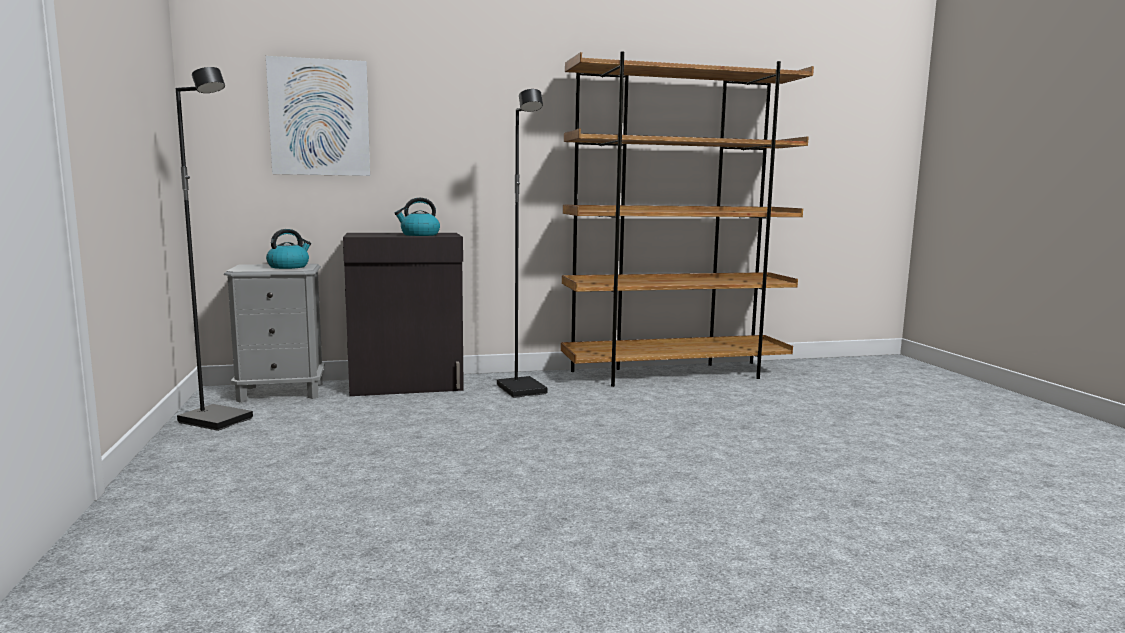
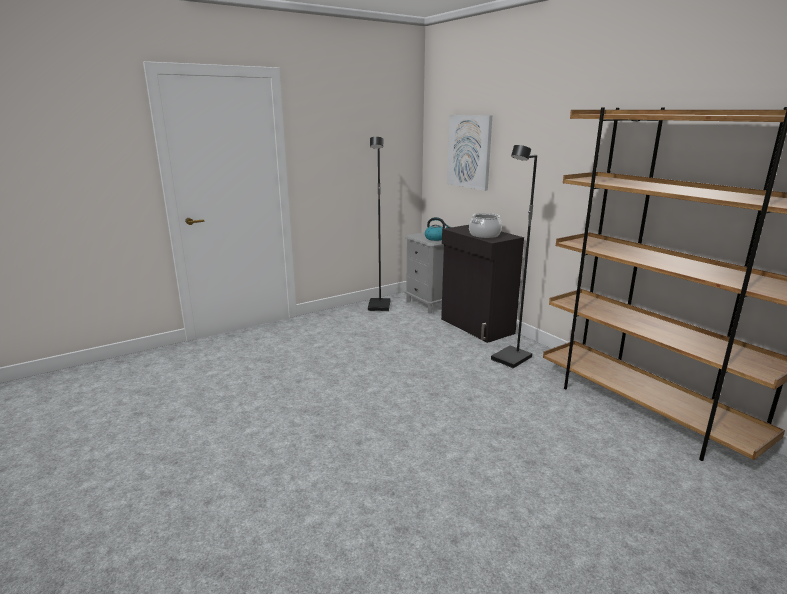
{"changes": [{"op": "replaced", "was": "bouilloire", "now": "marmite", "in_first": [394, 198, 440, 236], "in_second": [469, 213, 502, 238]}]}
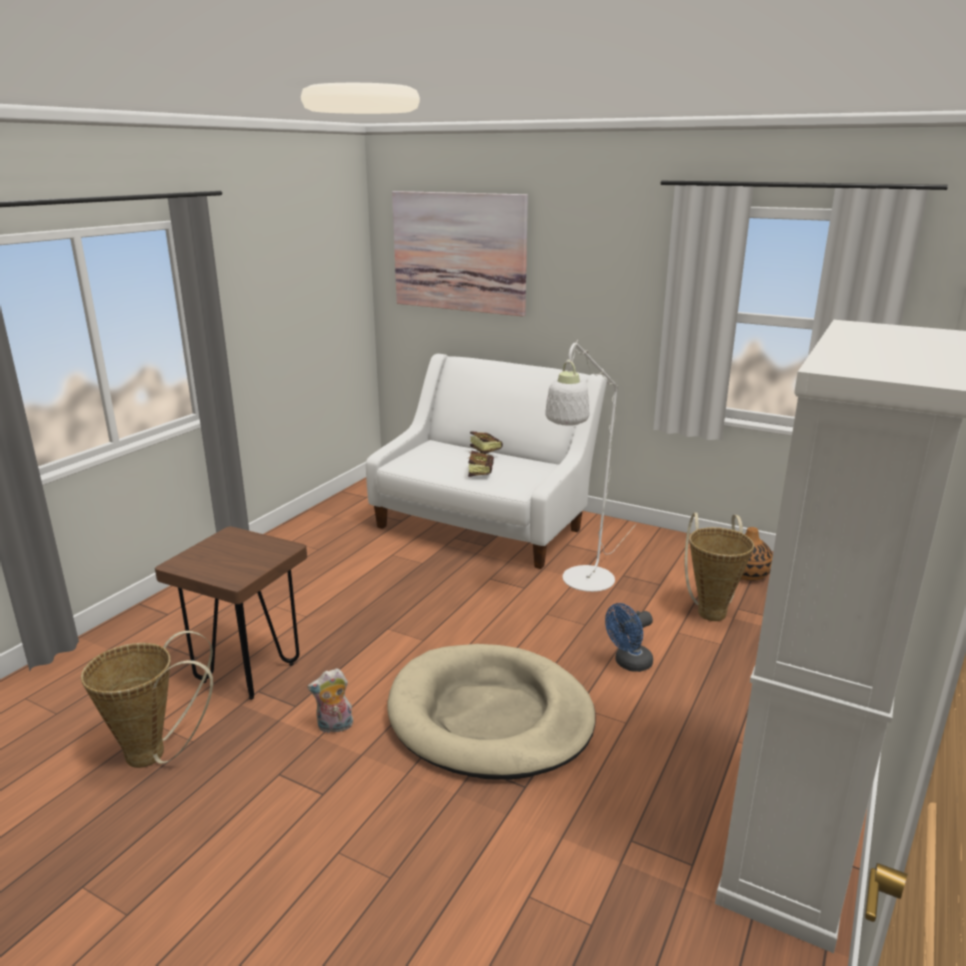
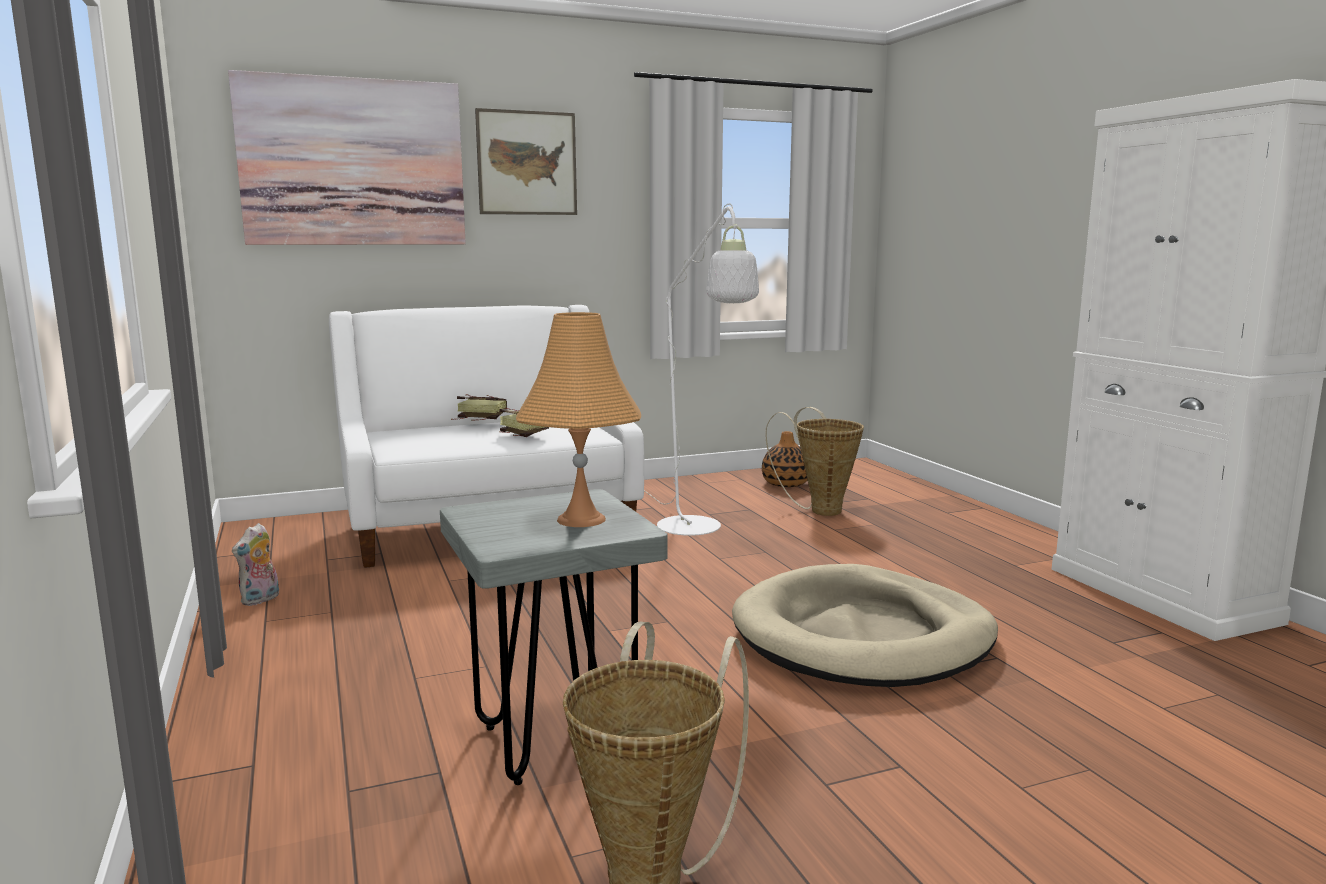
{"changes": [{"op": "recoloured", "was": "tabouret [marron]", "now": "tabouret [gris]", "in_first": [155, 526, 307, 700], "in_second": [440, 489, 668, 785]}, {"op": "removed", "was": "ventilateur [bleu]", "in_first": [605, 603, 653, 672]}, {"op": "moved", "was": "peluche", "in_first": [307, 668, 353, 733], "in_second": [232, 523, 279, 606]}, {"op": "added", "now": "tableau", "in_second": [475, 108, 577, 215]}, {"op": "added", "now": "lampe de table [orange]", "in_second": [516, 312, 641, 527]}]}
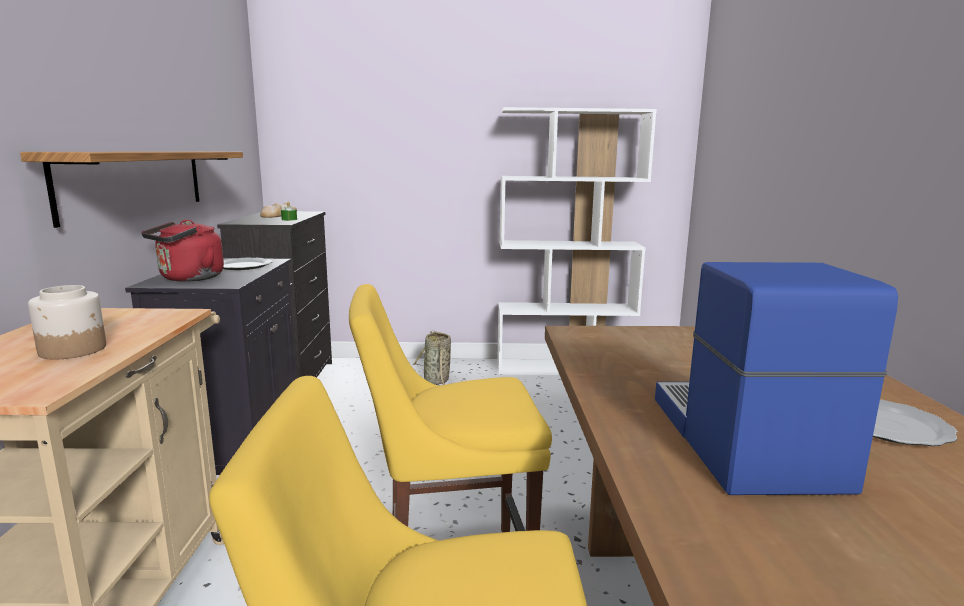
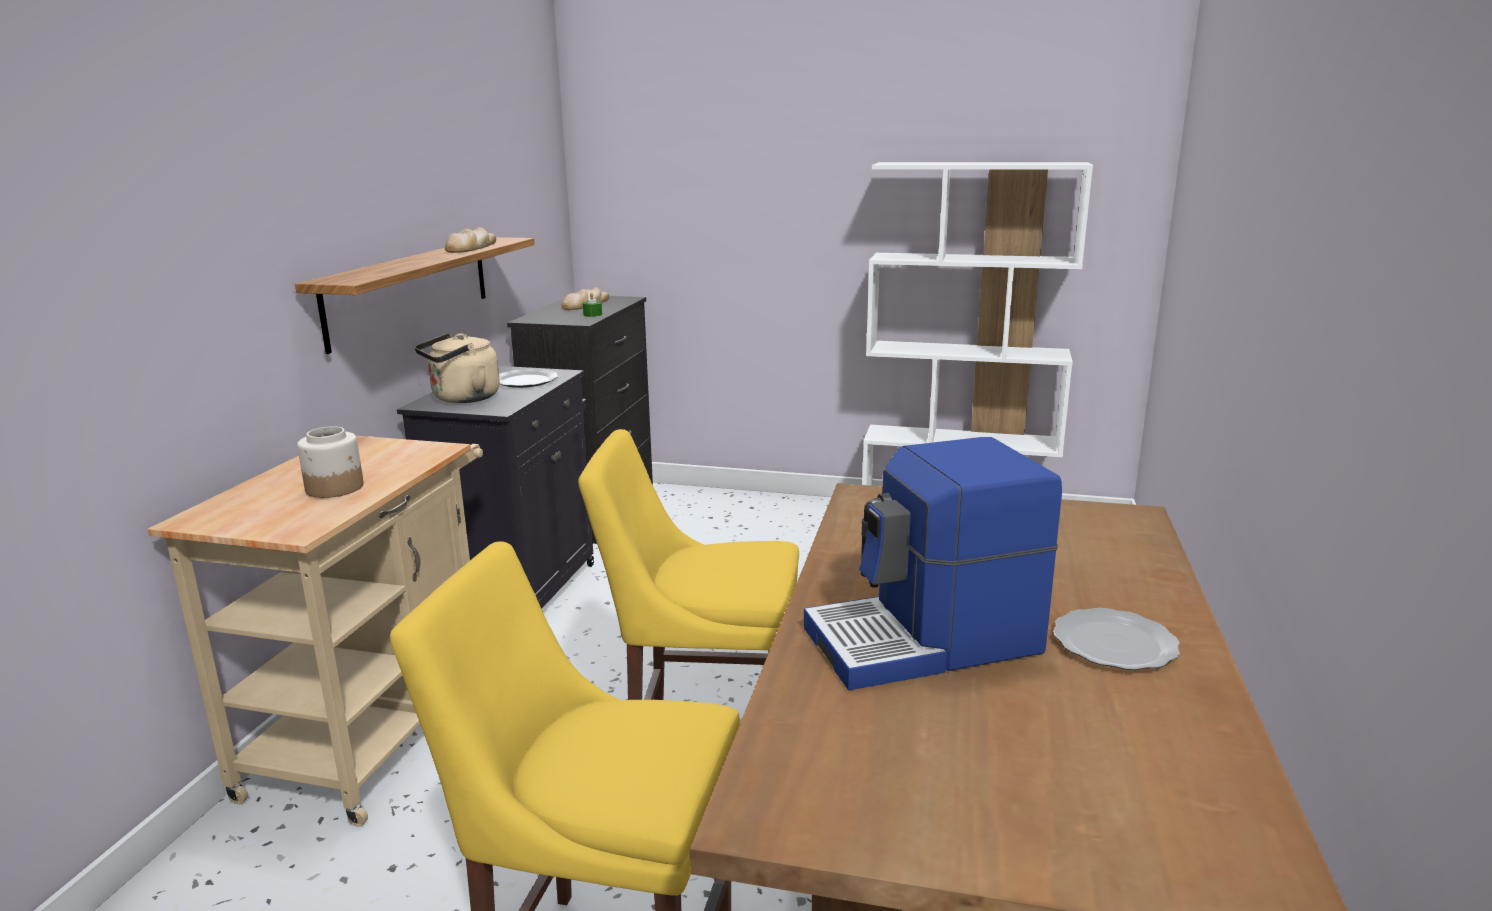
{"changes": [{"op": "recoloured", "was": "bouilloire [rouge]", "now": "bouilloire [beige]", "in_first": [141, 220, 224, 282], "in_second": [415, 333, 500, 403]}, {"op": "turned", "was": "machine à café", "in_first": [655, 262, 898, 495], "in_second": [804, 437, 1062, 690], "clockwise": -120}, {"op": "removed", "was": "panier", "in_first": [413, 331, 451, 386]}, {"op": "added", "now": "pain", "in_second": [445, 227, 496, 253]}]}
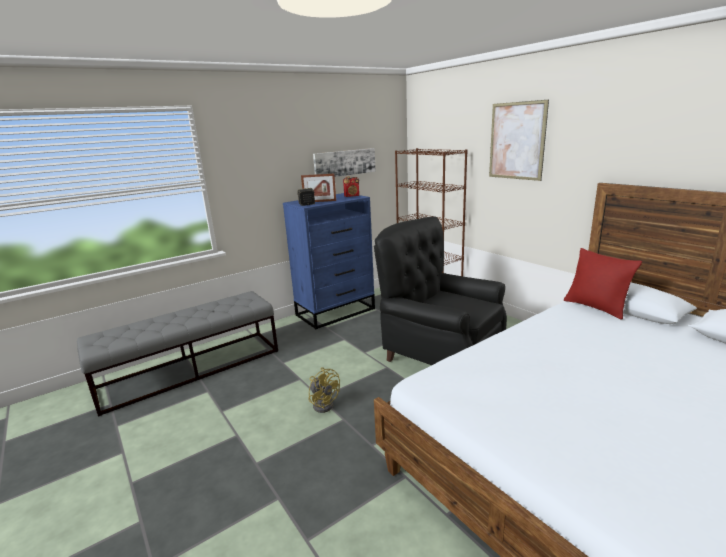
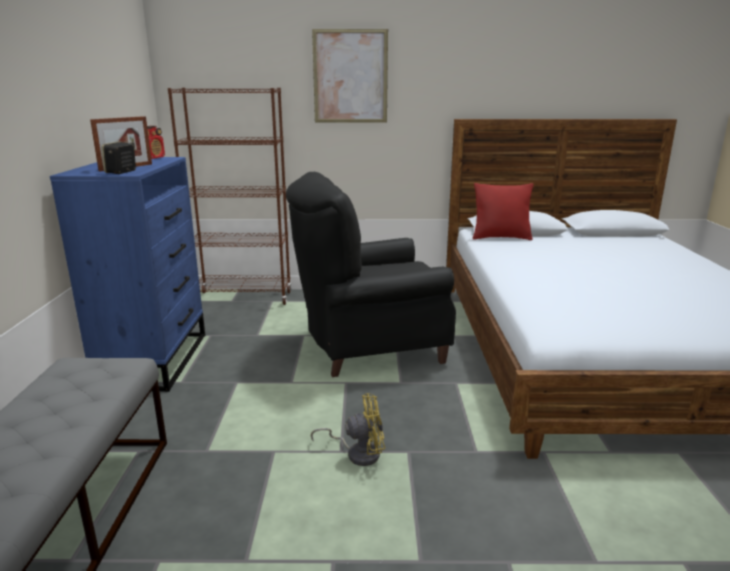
{"changes": [{"op": "removed", "was": "tableau", "in_first": [313, 148, 376, 177]}]}
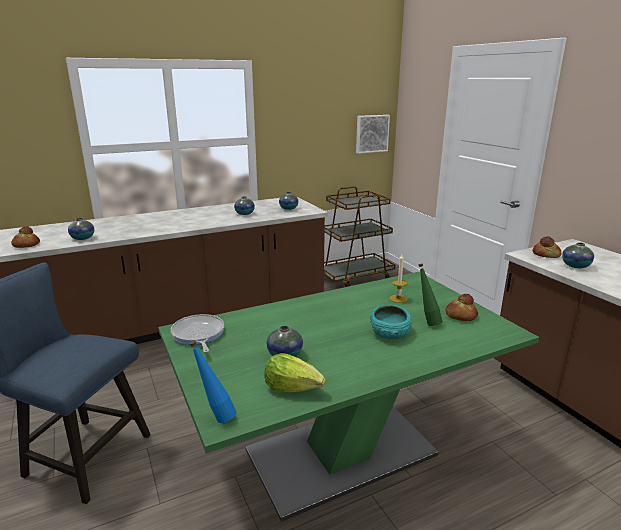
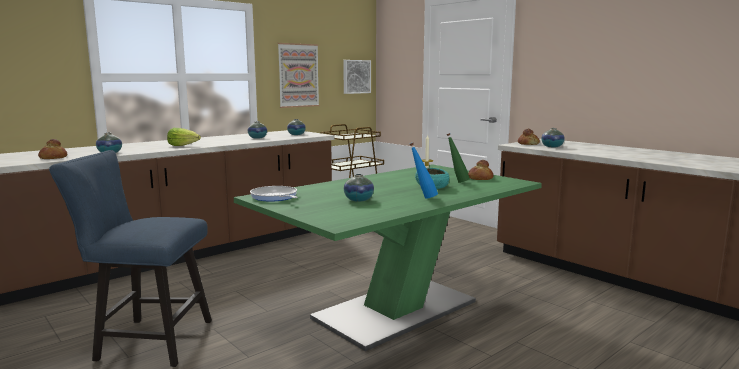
{"changes": [{"op": "moved", "was": "bouteille [bleu]", "in_first": [190, 341, 237, 423], "in_second": [410, 143, 438, 199]}, {"op": "moved", "was": "laitue", "in_first": [264, 353, 326, 392], "in_second": [167, 128, 201, 146]}, {"op": "added", "now": "tableau", "in_second": [278, 43, 319, 108]}]}
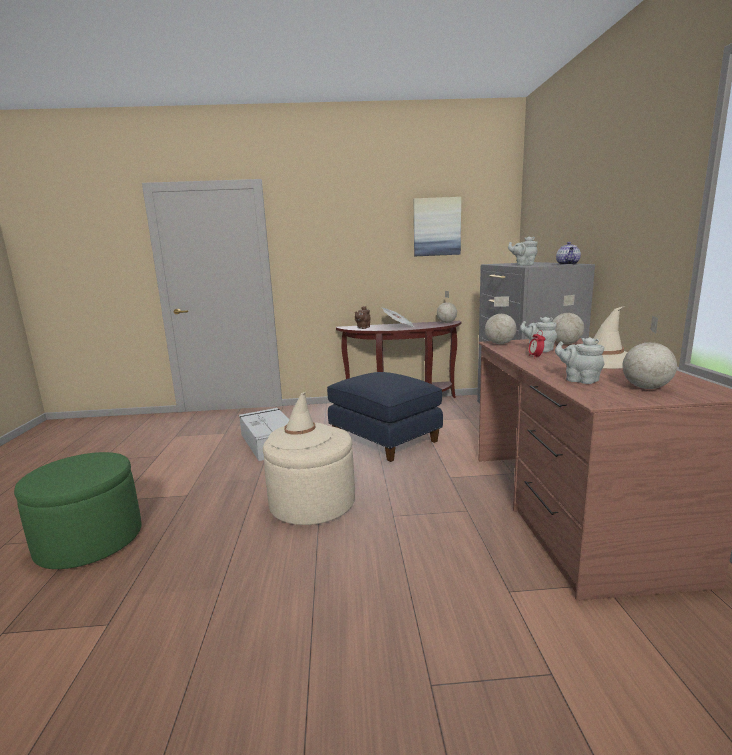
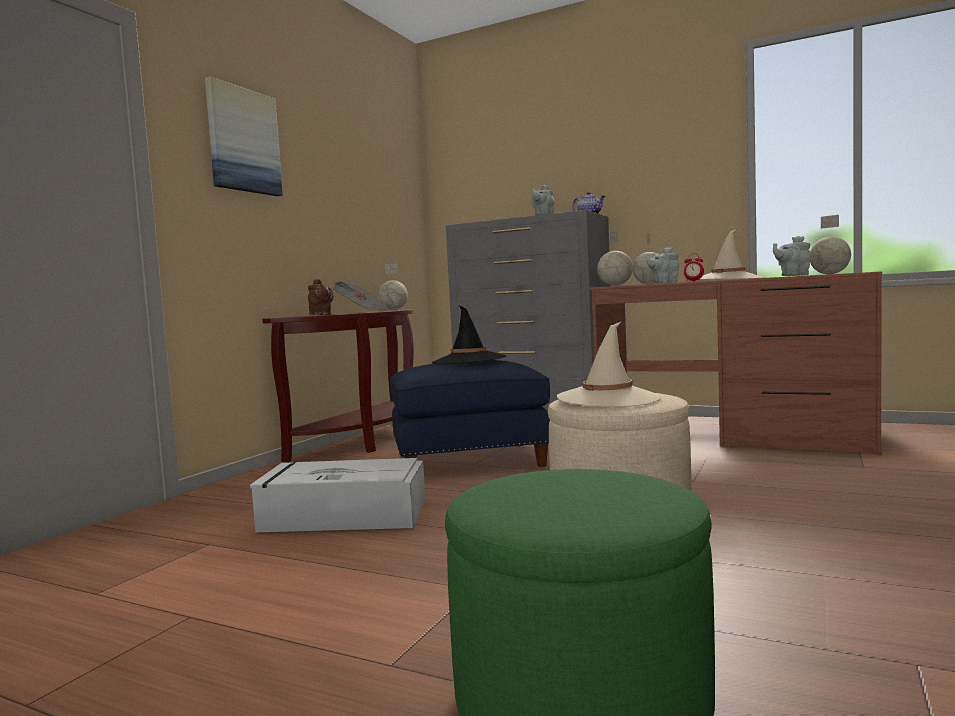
{"changes": [{"op": "moved", "was": "tableau", "in_first": [414, 197, 461, 256], "in_second": [205, 77, 283, 196]}, {"op": "added", "now": "chapeau [noir]", "in_second": [432, 305, 506, 364]}]}
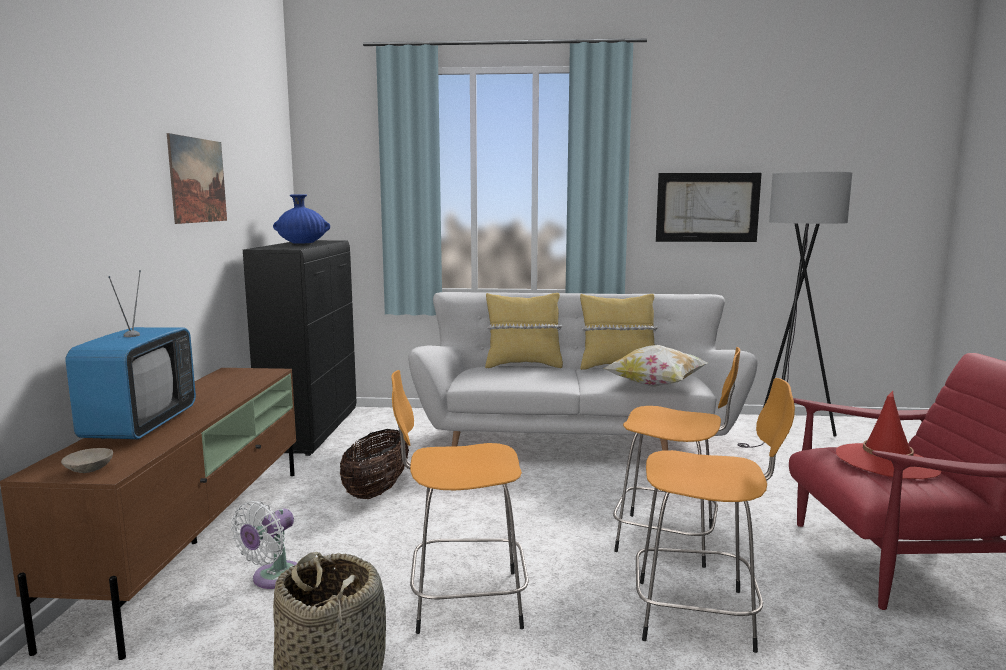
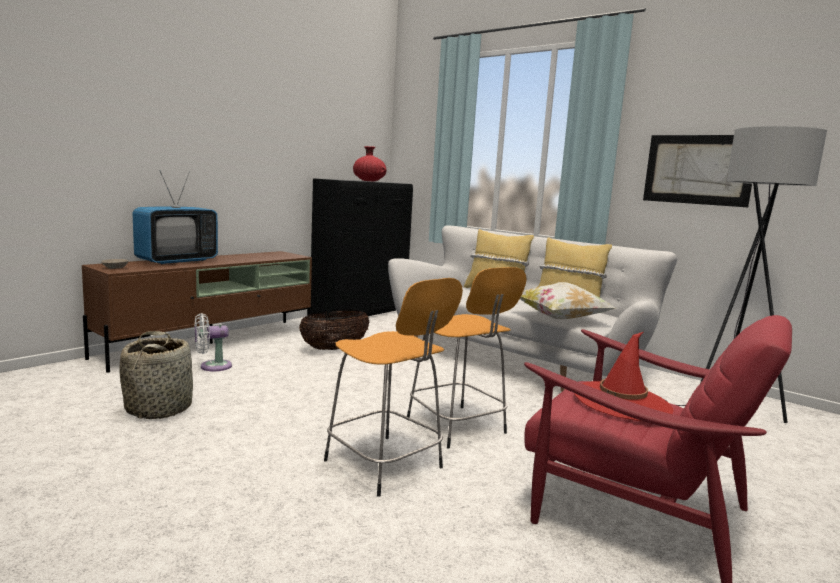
{"changes": [{"op": "removed", "was": "tableau", "in_first": [167, 133, 227, 224]}, {"op": "recoloured", "was": "vase [bleu]", "now": "vase [rouge]", "in_first": [273, 194, 330, 244], "in_second": [353, 146, 386, 181]}, {"op": "removed", "was": "tabouret [orange]", "in_first": [391, 370, 528, 634]}]}
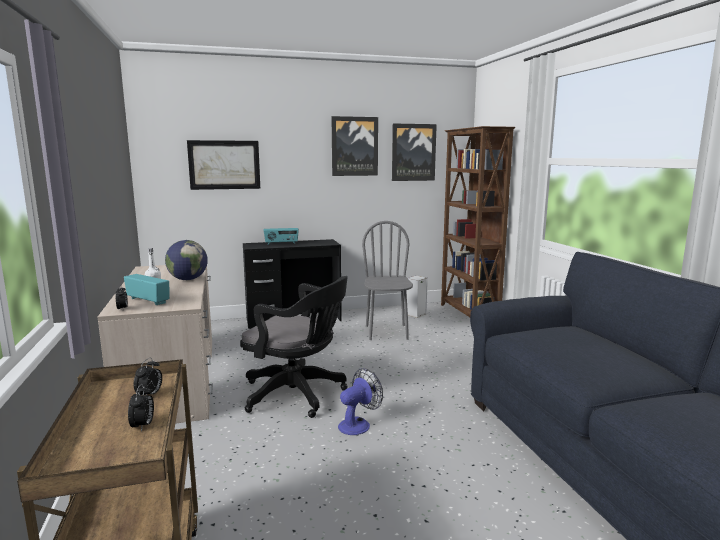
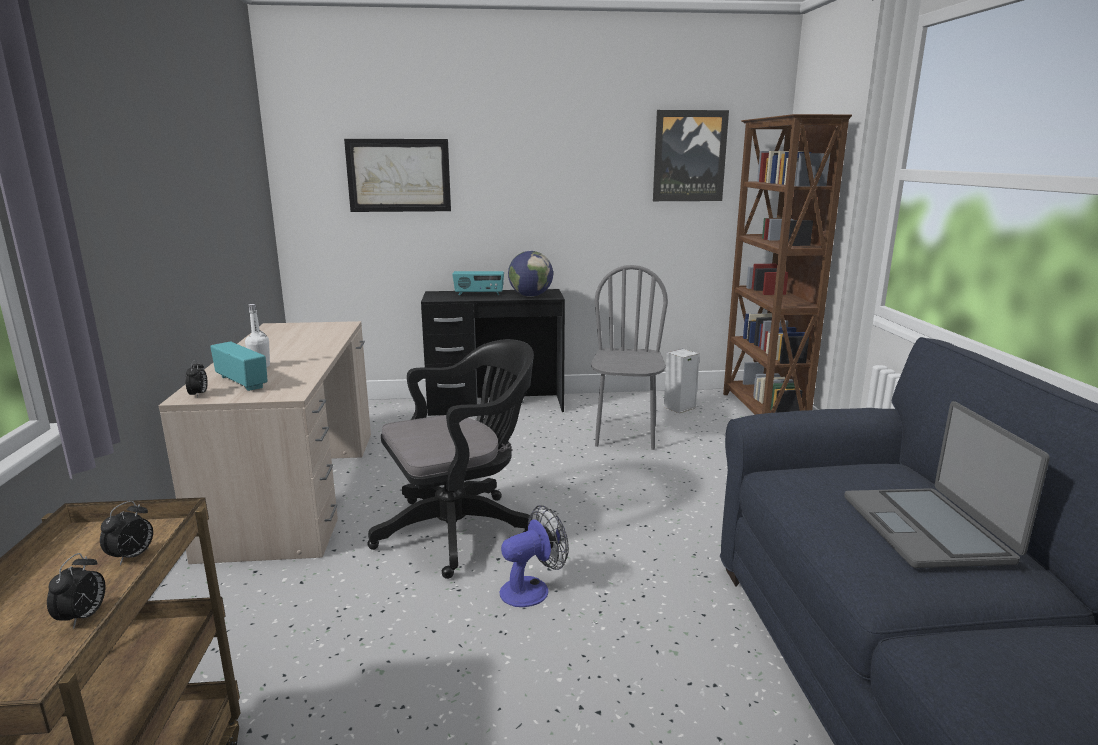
{"changes": [{"op": "removed", "was": "tableau", "in_first": [331, 116, 378, 176]}, {"op": "moved", "was": "globe", "in_first": [165, 240, 208, 280], "in_second": [508, 251, 553, 297]}, {"op": "turned", "was": "chaise de bureau [noir]", "in_first": [240, 276, 348, 418], "in_second": [367, 339, 534, 579], "clockwise": -60}, {"op": "added", "now": "ordinateur portable", "in_second": [844, 401, 1050, 568]}]}
